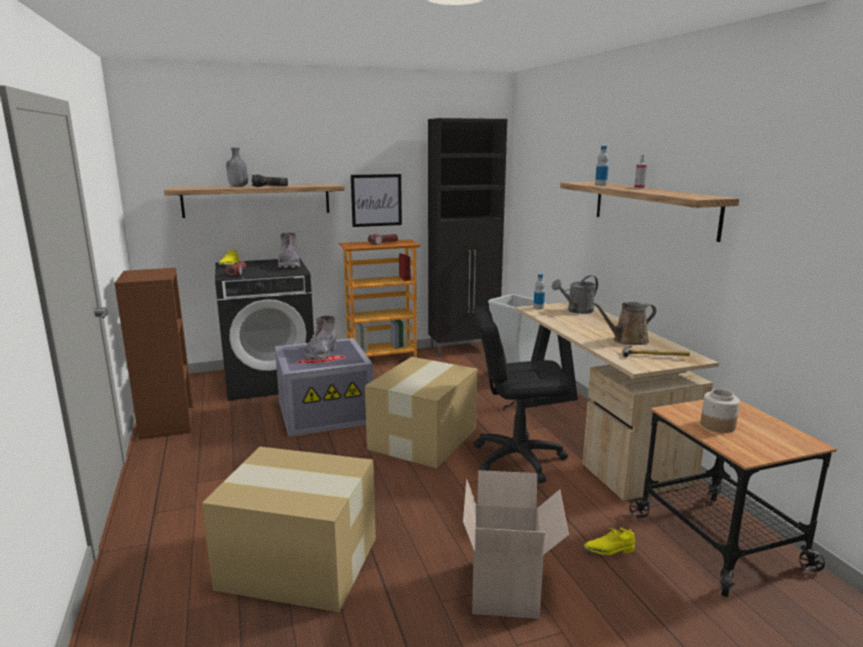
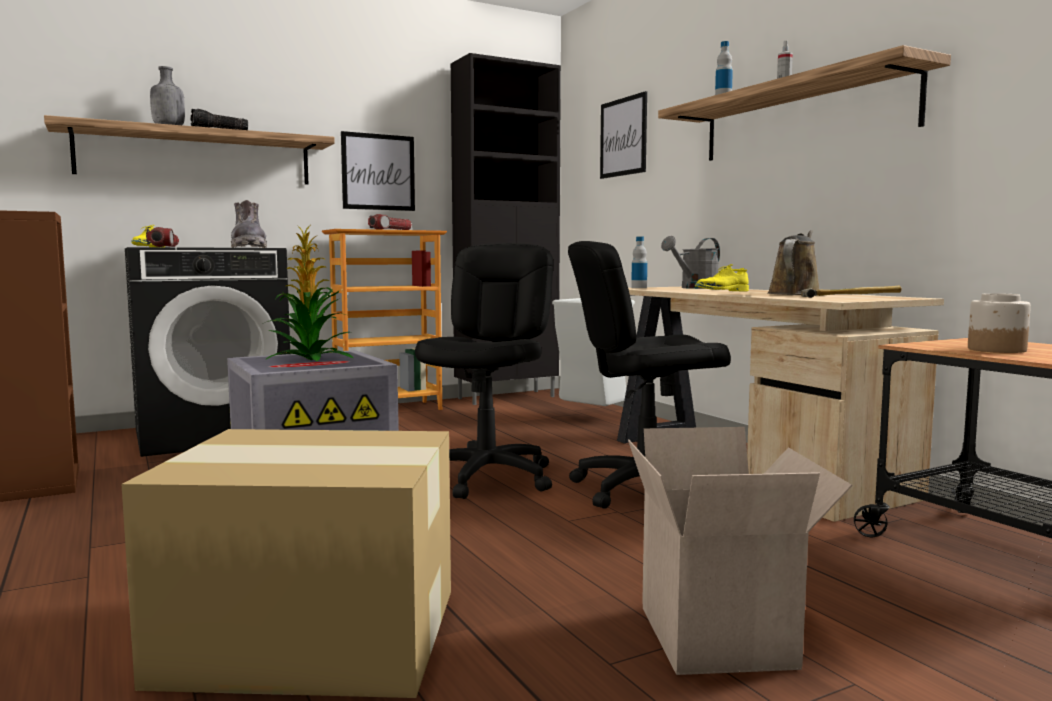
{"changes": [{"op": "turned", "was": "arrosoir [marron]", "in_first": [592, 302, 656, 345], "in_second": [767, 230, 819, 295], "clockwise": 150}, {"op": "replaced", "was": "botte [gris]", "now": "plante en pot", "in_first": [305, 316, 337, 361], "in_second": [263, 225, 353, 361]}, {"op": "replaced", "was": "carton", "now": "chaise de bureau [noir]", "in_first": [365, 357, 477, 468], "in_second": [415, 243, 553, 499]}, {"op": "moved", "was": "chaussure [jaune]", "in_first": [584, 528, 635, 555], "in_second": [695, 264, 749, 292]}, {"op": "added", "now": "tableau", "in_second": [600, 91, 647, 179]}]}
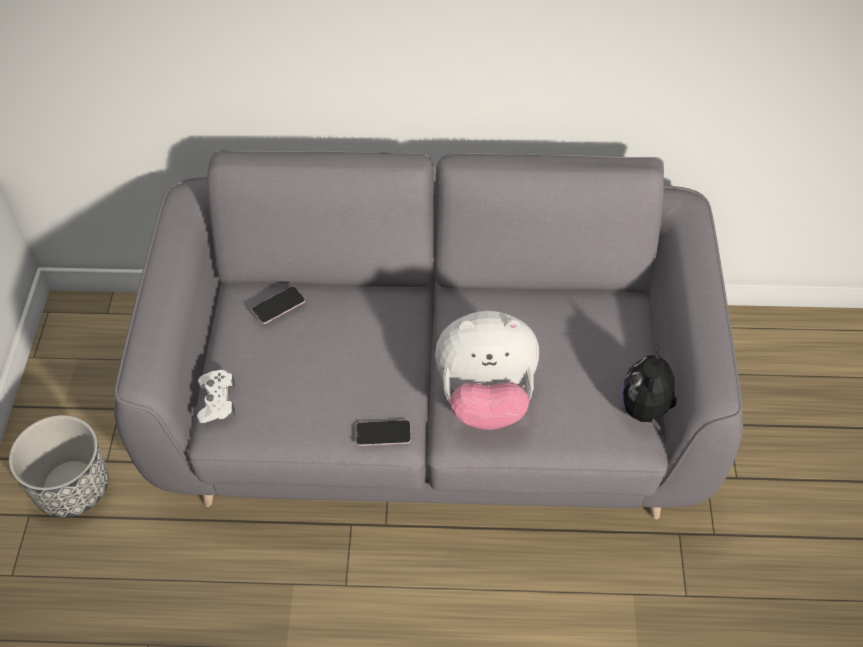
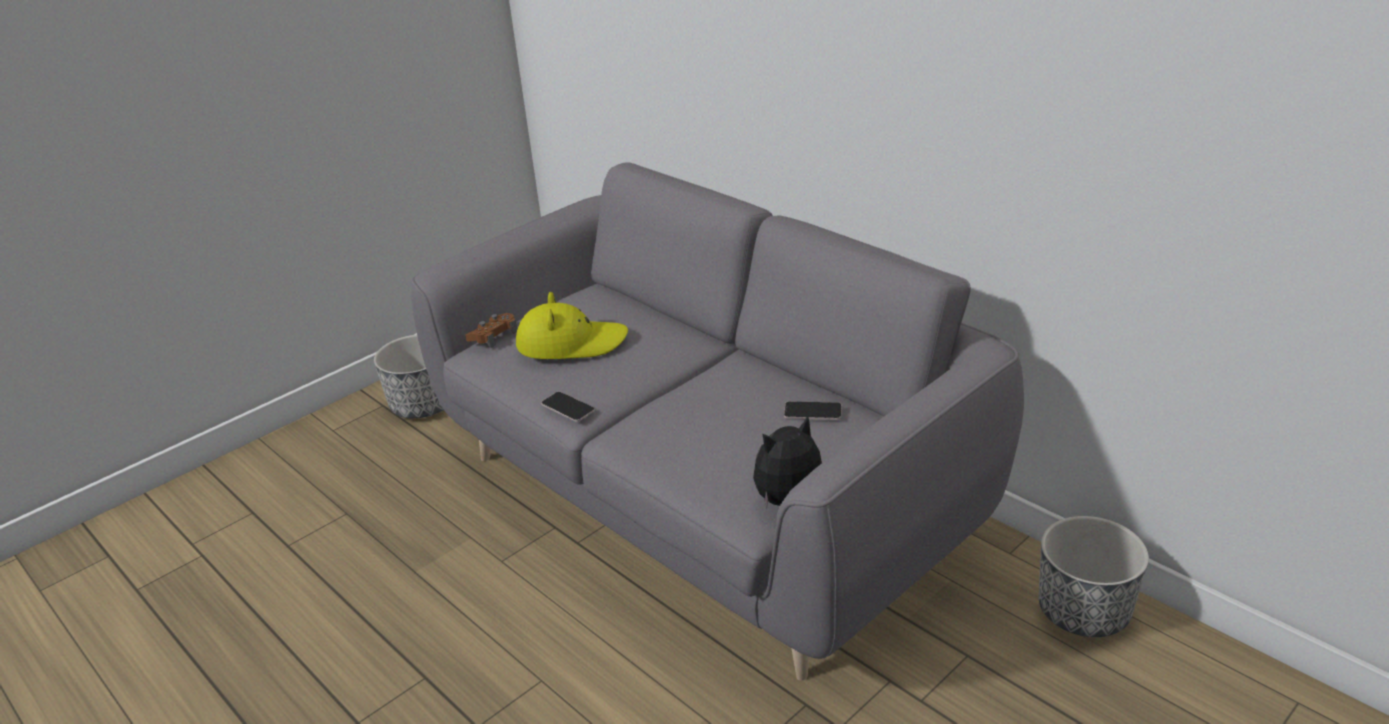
{"changes": [{"op": "moved", "was": "téléphone", "in_first": [252, 286, 305, 324], "in_second": [784, 401, 842, 420]}, {"op": "removed", "was": "peluche", "in_first": [435, 311, 539, 430]}, {"op": "recoloured", "was": "manette [blanc]", "now": "manette [marron]", "in_first": [197, 370, 235, 423], "in_second": [465, 313, 517, 348]}, {"op": "added", "now": "chapeau [jaune]", "in_second": [516, 292, 628, 359]}, {"op": "added", "now": "cache-pot", "in_second": [1038, 516, 1149, 637]}]}
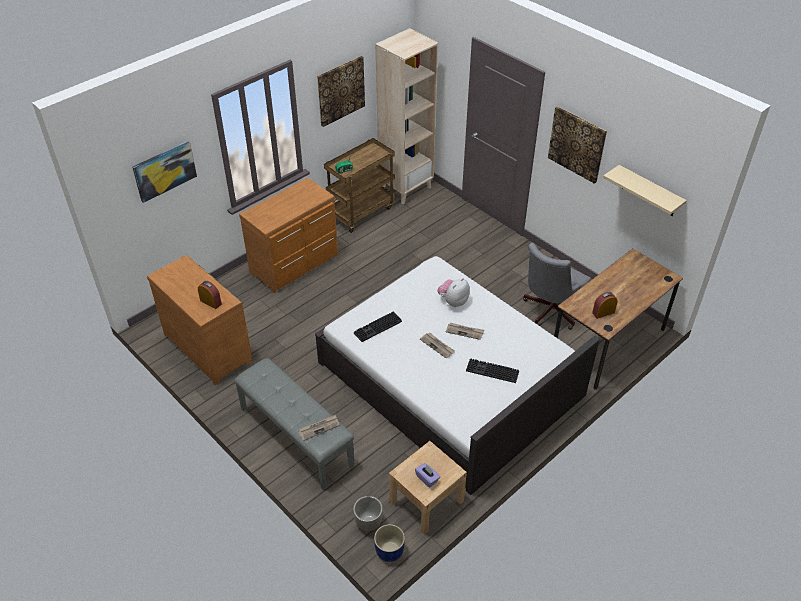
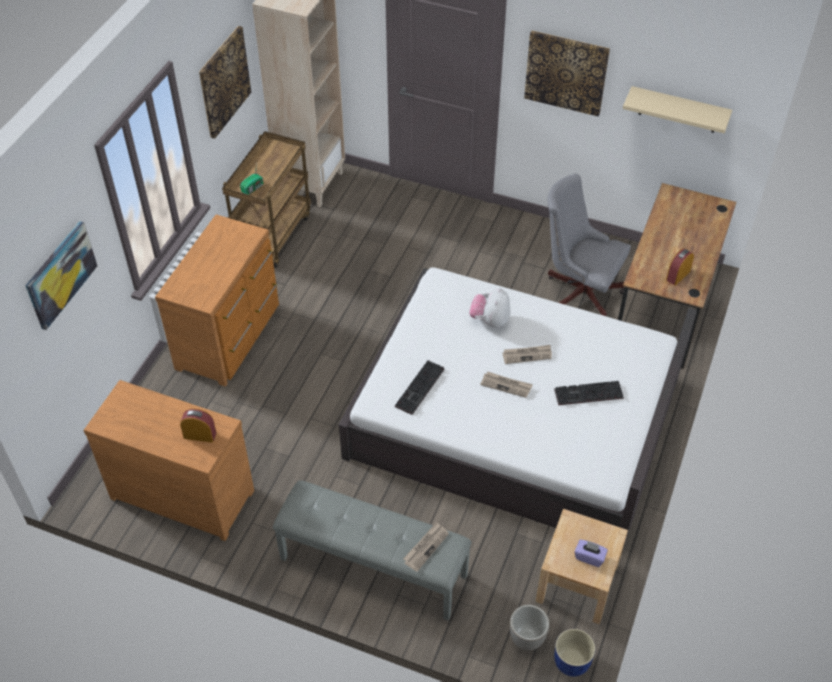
{"changes": [{"op": "turned", "was": "chaise de bureau [gris]", "in_first": [523, 243, 591, 330], "in_second": [548, 173, 631, 316], "clockwise": 105}]}
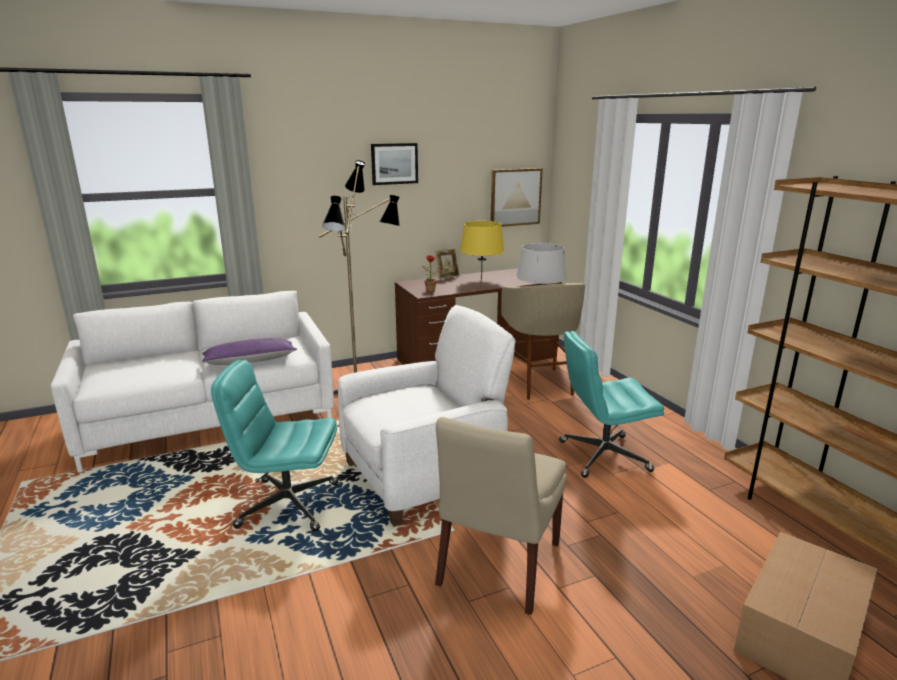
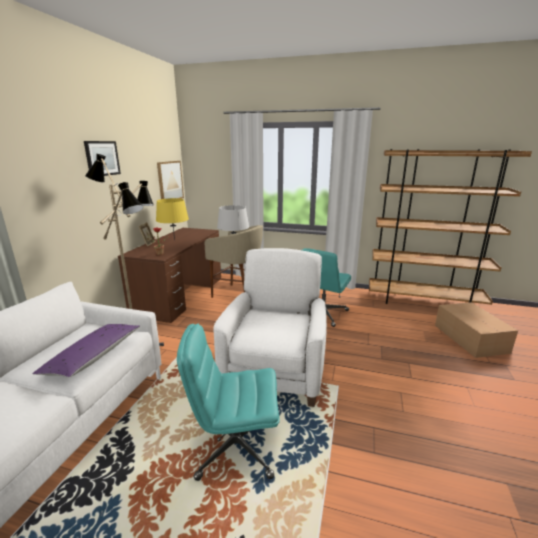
{"changes": [{"op": "turned", "was": "chaise de bureau [turquoise]", "in_first": [211, 360, 339, 531], "in_second": [177, 324, 280, 481], "clockwise": 45}, {"op": "removed", "was": "chaise [beige]", "in_first": [435, 417, 567, 615]}]}
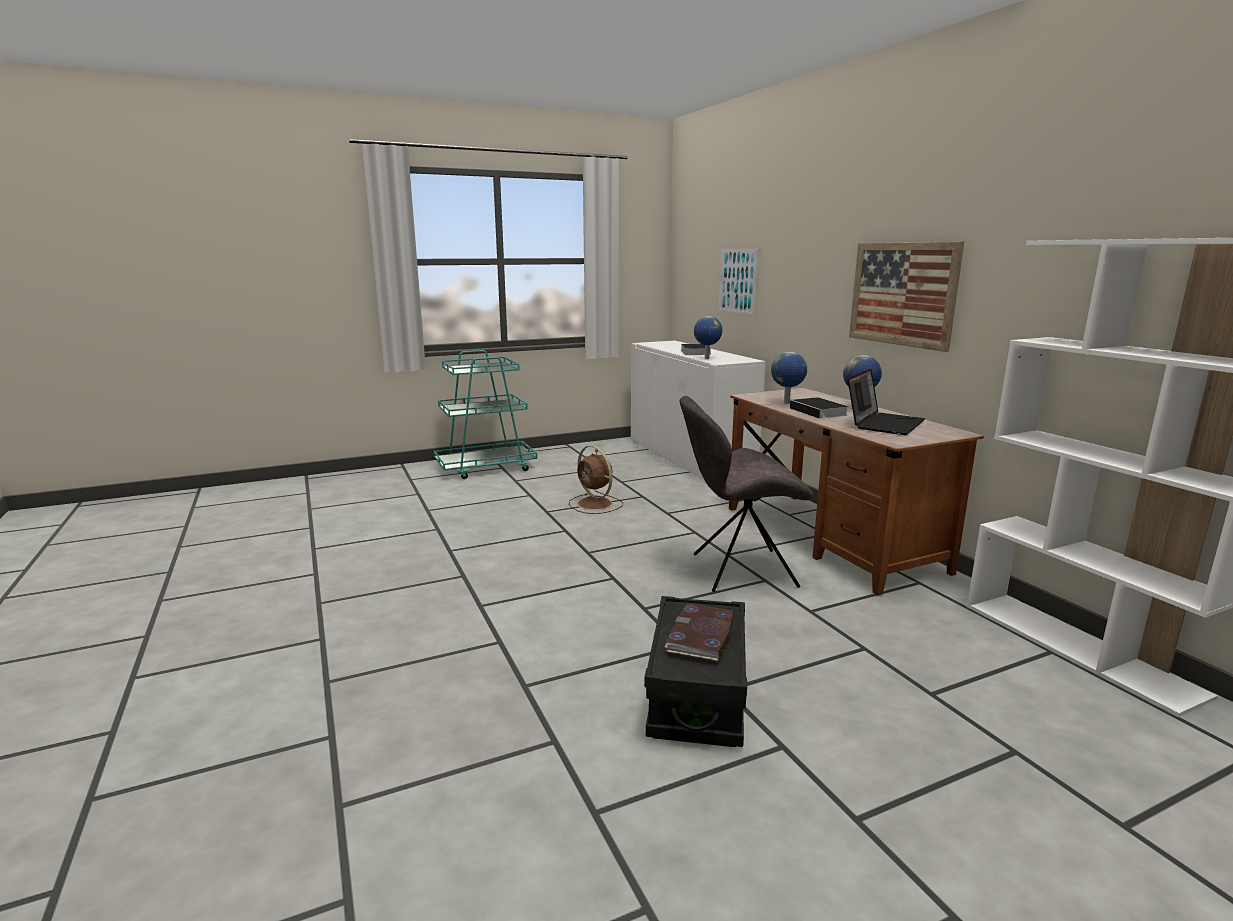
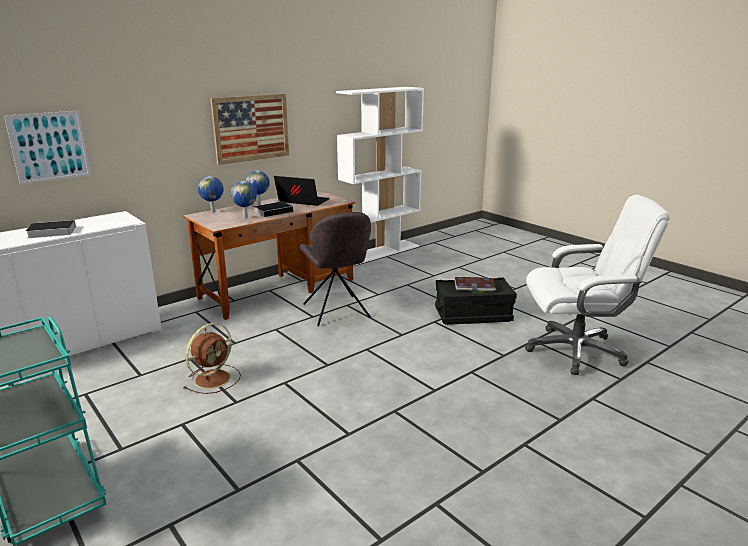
{"changes": [{"op": "moved", "was": "globe", "in_first": [694, 316, 722, 359], "in_second": [198, 176, 224, 213]}, {"op": "added", "now": "chaise de bureau [blanc]", "in_second": [525, 194, 670, 375]}]}
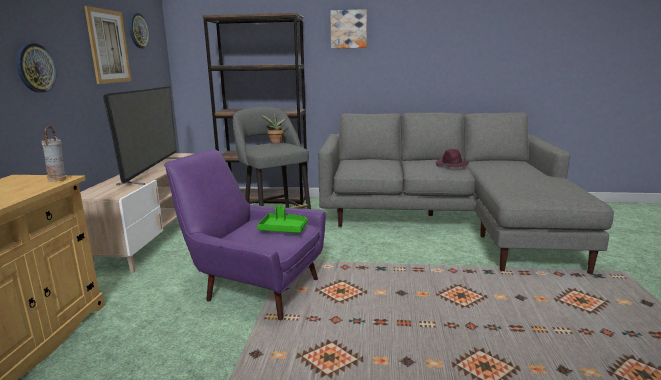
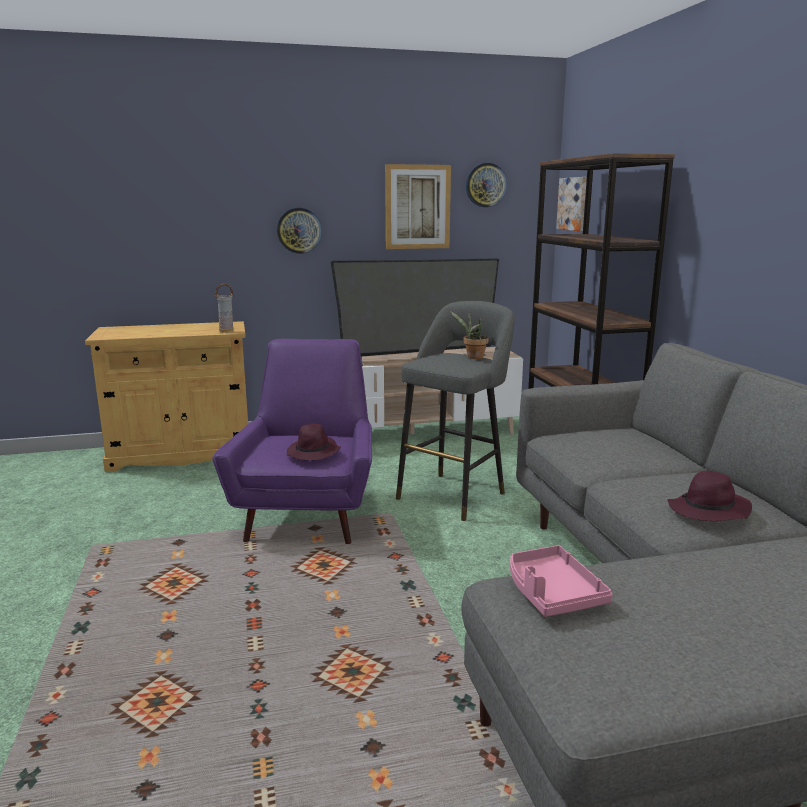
{"changes": [{"op": "moved", "was": "tableau", "in_first": [330, 9, 367, 49], "in_second": [556, 177, 587, 231]}, {"op": "replaced", "was": "plateau [vert]", "now": "chapeau [violet]", "in_first": [257, 206, 308, 233], "in_second": [287, 423, 341, 460]}, {"op": "added", "now": "plateau [rose]", "in_second": [510, 545, 613, 617]}]}
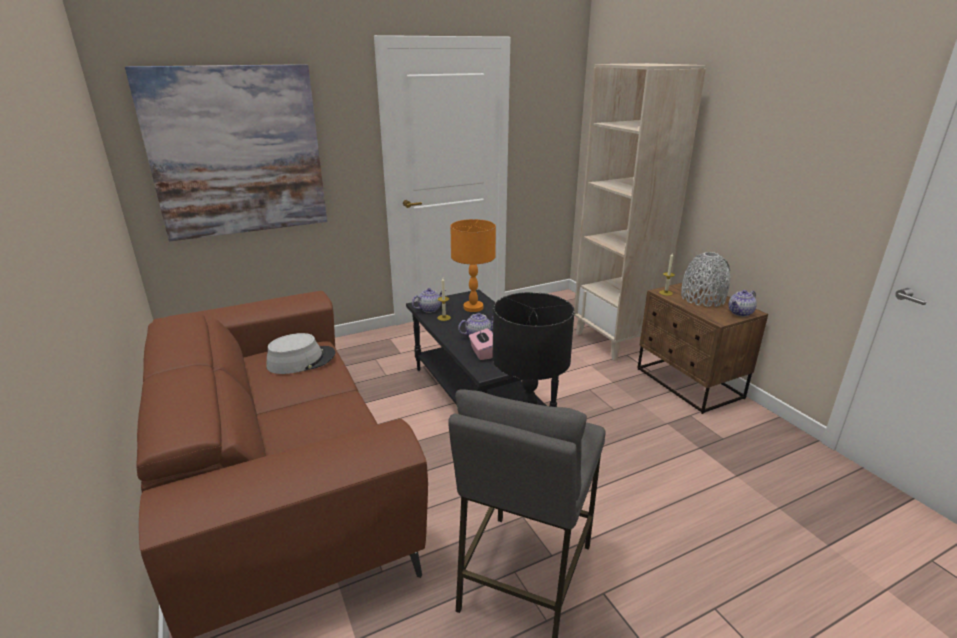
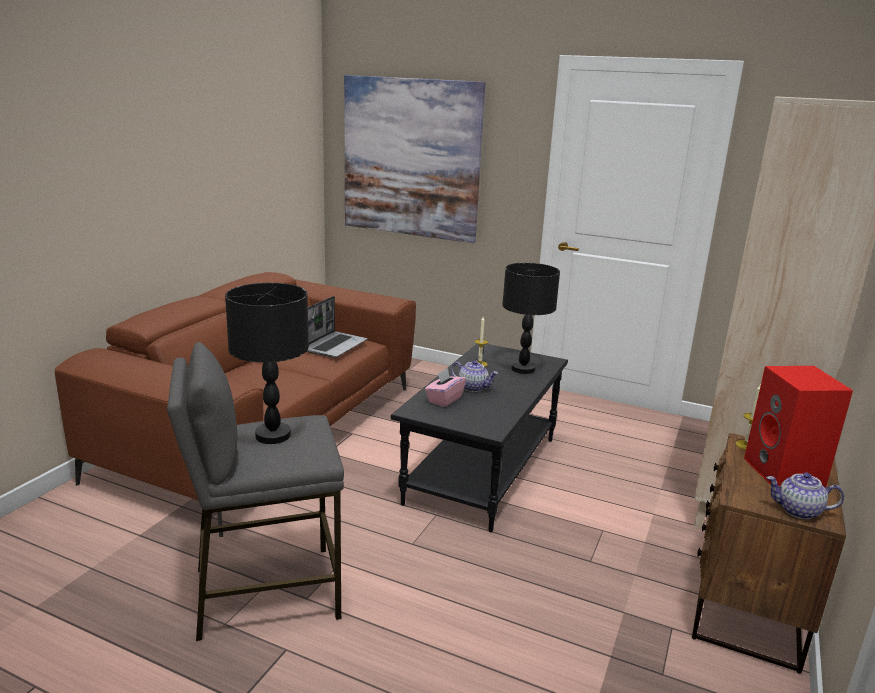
{"changes": [{"op": "recoloured", "was": "lampe de table [orange]", "now": "lampe de table [noir]", "in_first": [450, 219, 496, 312], "in_second": [502, 263, 560, 374]}, {"op": "replaced", "was": "vase [gris]", "now": "enceinte [rouge]", "in_first": [681, 252, 730, 307], "in_second": [744, 366, 853, 487]}, {"op": "removed", "was": "théière", "in_first": [412, 288, 446, 313]}, {"op": "replaced", "was": "chapeau [gris]", "now": "ordinateur portable", "in_first": [267, 333, 335, 374], "in_second": [307, 296, 367, 358]}]}
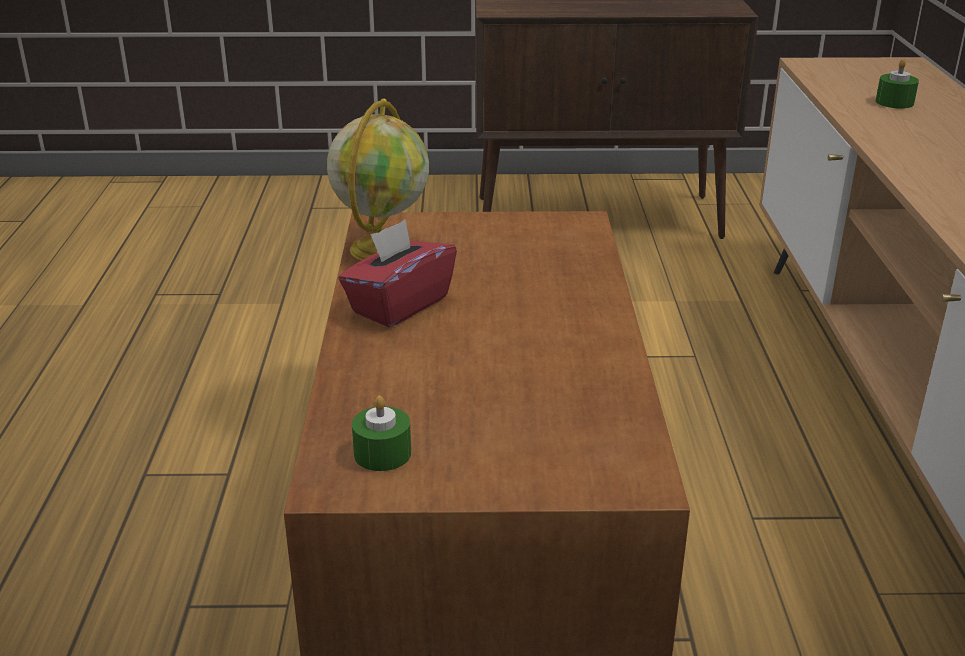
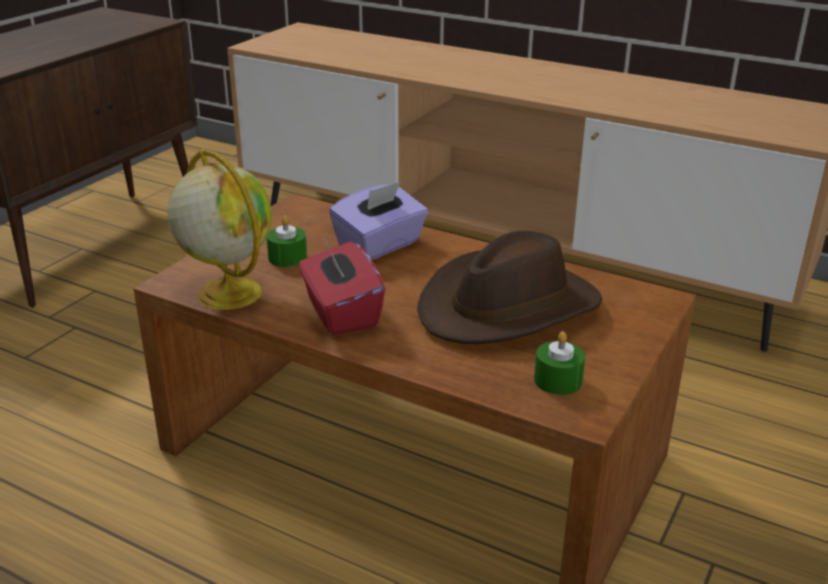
{"changes": [{"op": "moved", "was": "bougie [vert]", "in_first": [876, 59, 919, 109], "in_second": [267, 215, 307, 267]}, {"op": "added", "now": "boîte à mouchoirs [violet]", "in_second": [329, 181, 428, 260]}, {"op": "added", "now": "chapeau [marron]", "in_second": [417, 231, 602, 344]}]}
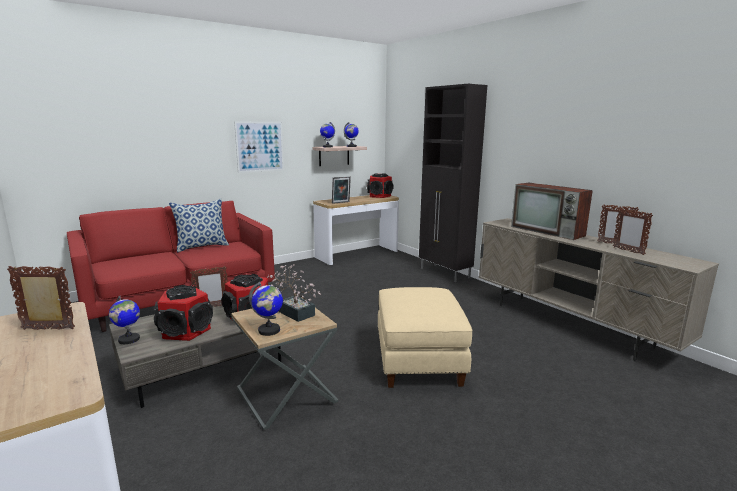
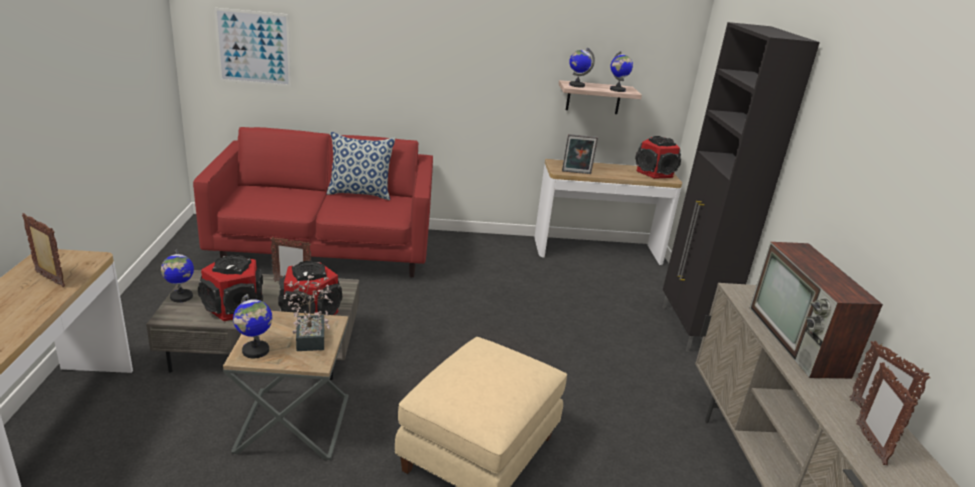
{"changes": [{"op": "moved", "was": "tableau", "in_first": [234, 121, 284, 173], "in_second": [214, 8, 291, 87]}]}
